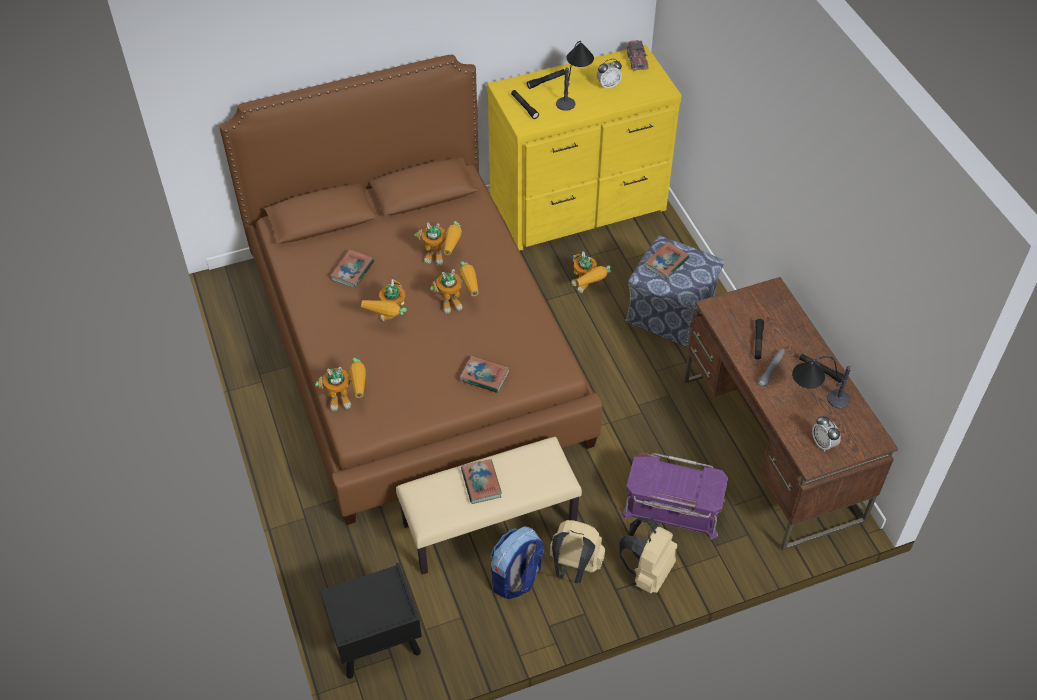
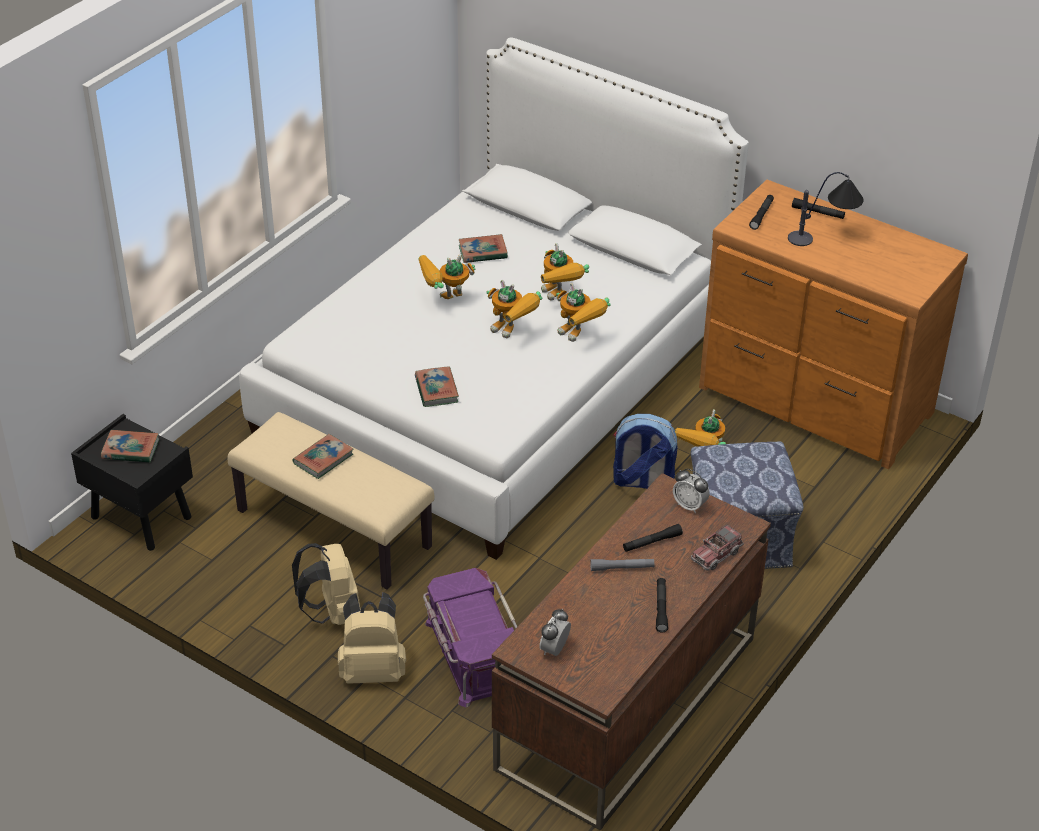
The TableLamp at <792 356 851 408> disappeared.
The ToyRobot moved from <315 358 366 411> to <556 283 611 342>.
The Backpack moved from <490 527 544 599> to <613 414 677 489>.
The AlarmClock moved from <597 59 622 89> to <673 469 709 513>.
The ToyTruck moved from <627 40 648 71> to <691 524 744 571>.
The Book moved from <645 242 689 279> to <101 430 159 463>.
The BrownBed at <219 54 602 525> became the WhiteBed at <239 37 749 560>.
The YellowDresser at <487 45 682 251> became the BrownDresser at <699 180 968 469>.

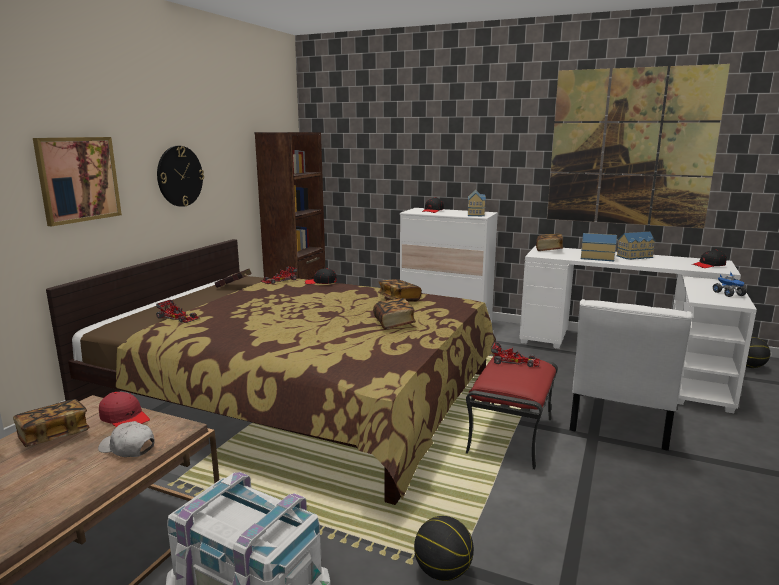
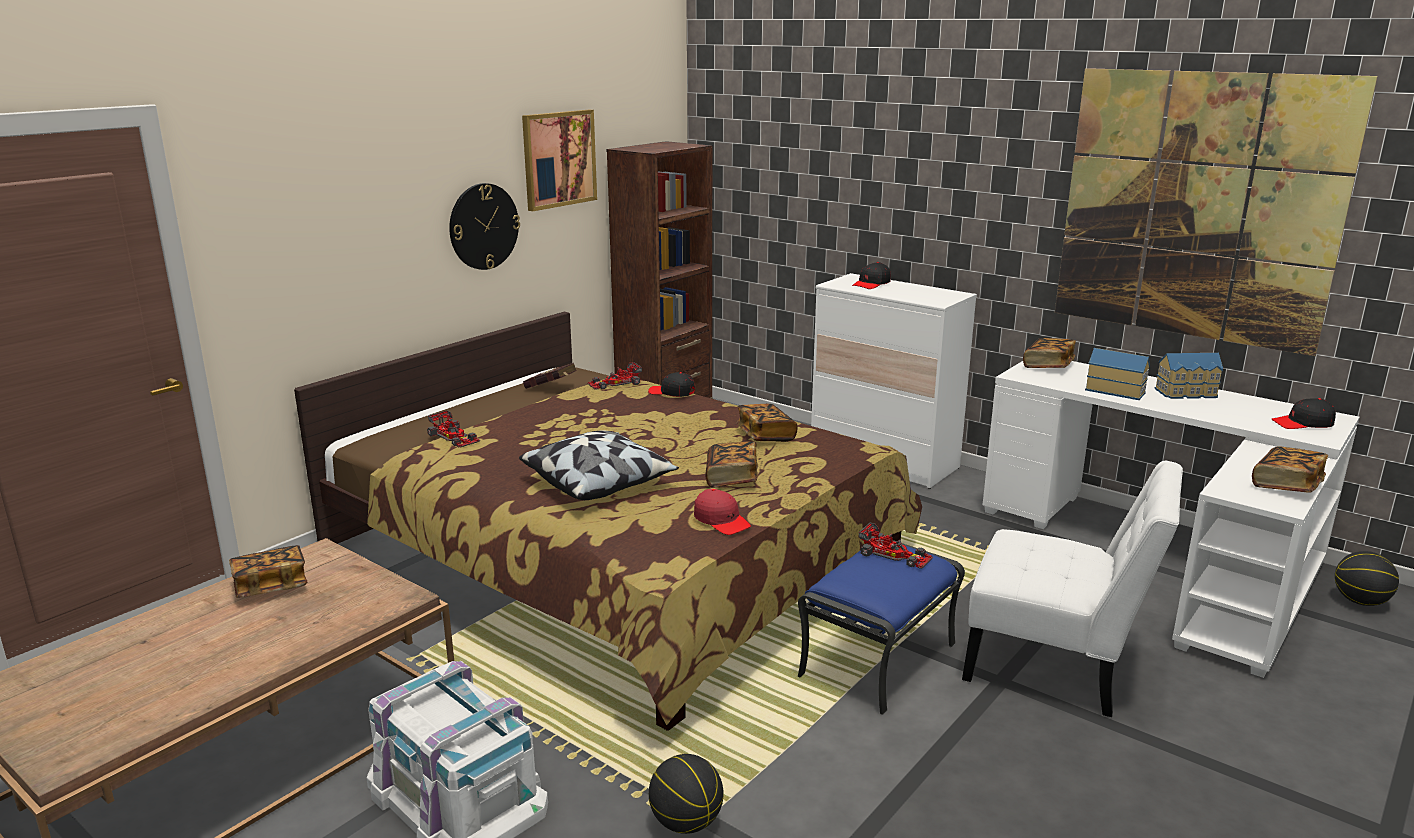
The WhiteCap at <98 421 155 457> disappeared.
The ToyHouse at <468 190 486 216> disappeared.
The Pillow at <519 431 679 500> appeared.
The Picture moved from <33 137 122 226> to <522 110 597 211>.
The RedCap moved from <99 392 150 427> to <694 489 751 535>.
The ToyTruck at <713 272 746 297> was replaced by the Book at <1252 447 1328 493>.
The RedOttoman at <466 355 558 470> became the BlueOttoman at <798 540 965 715>.
The WhiteChair at <570 299 692 451> turned 105 degrees counterclockwise.

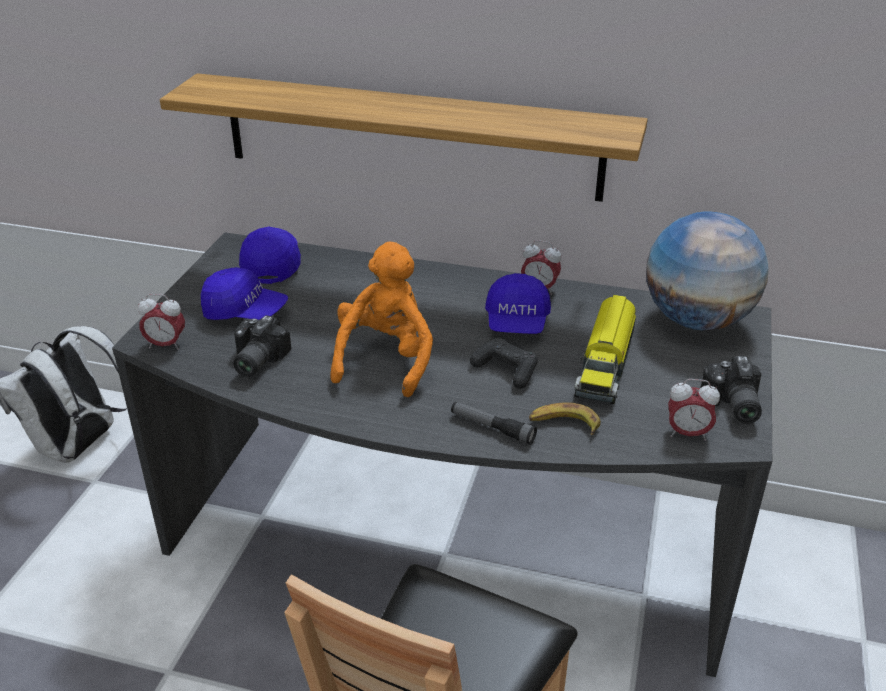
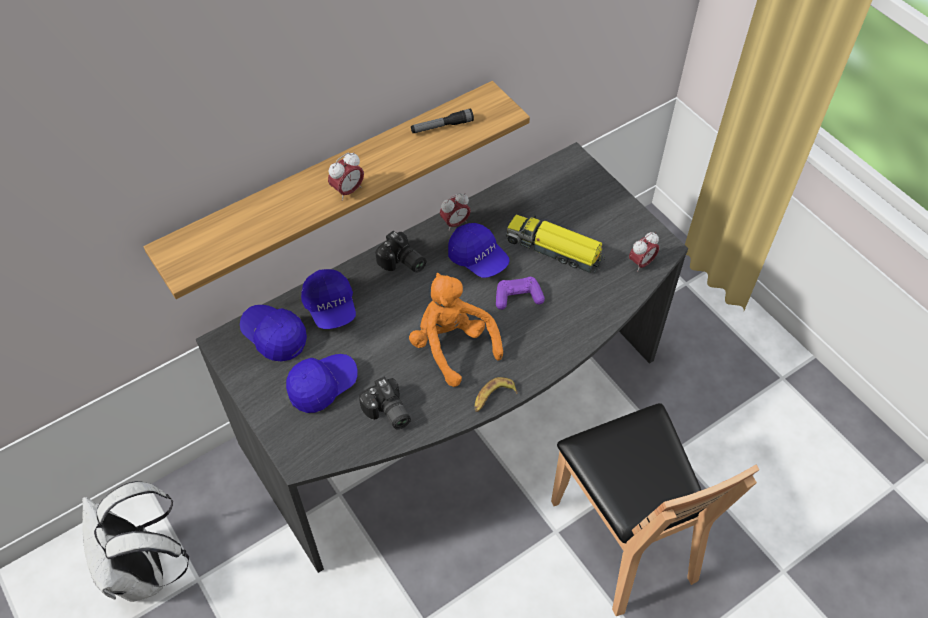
The Globe at <646 211 768 330> disappeared.
The BlueCap at <301 269 356 329> appeared.
The AlarmClock moved from <138 294 185 350> to <328 152 364 201>.
The Flashlight moved from <451 402 537 445> to <411 108 474 133>.
The Banana moved from <529 402 601 435> to <475 377 518 412>.
The PhotoCamera moved from <701 356 762 424> to <375 231 426 273>.
The BlackGameController at <470 338 538 388> became the PurpleGameController at <496 277 545 310>.
The ToyTruck at <574 295 636 404> turned 150 degrees clockwise.

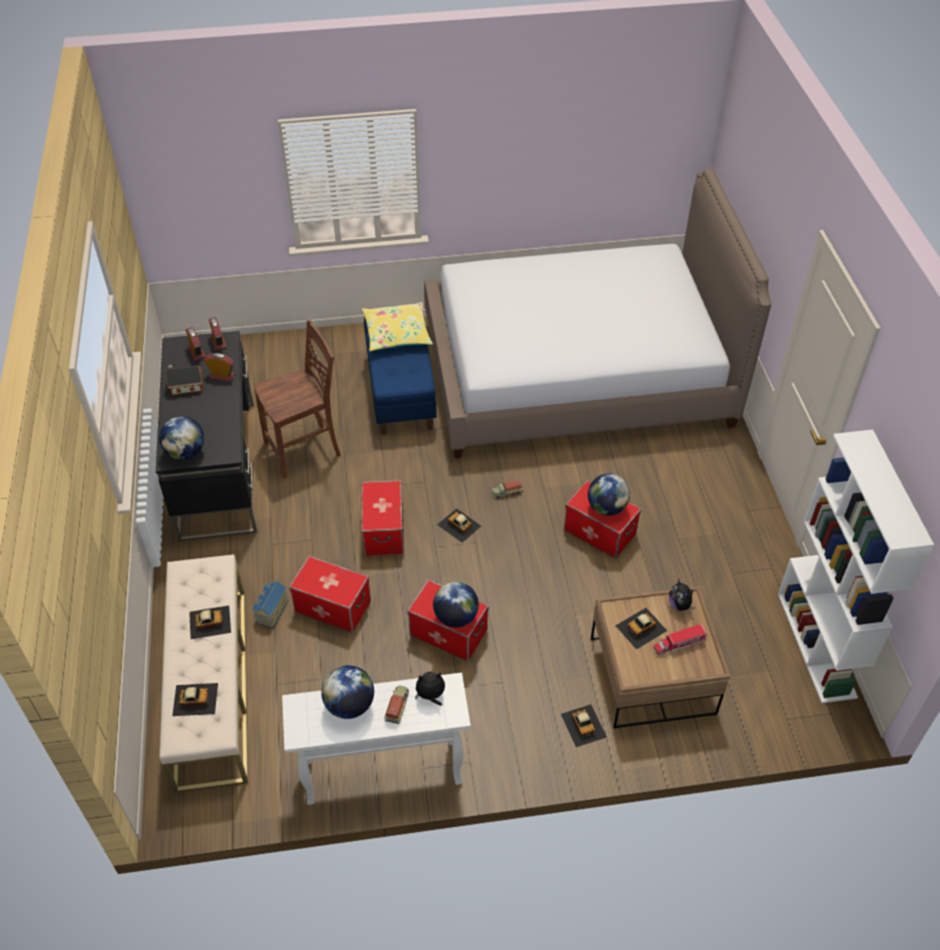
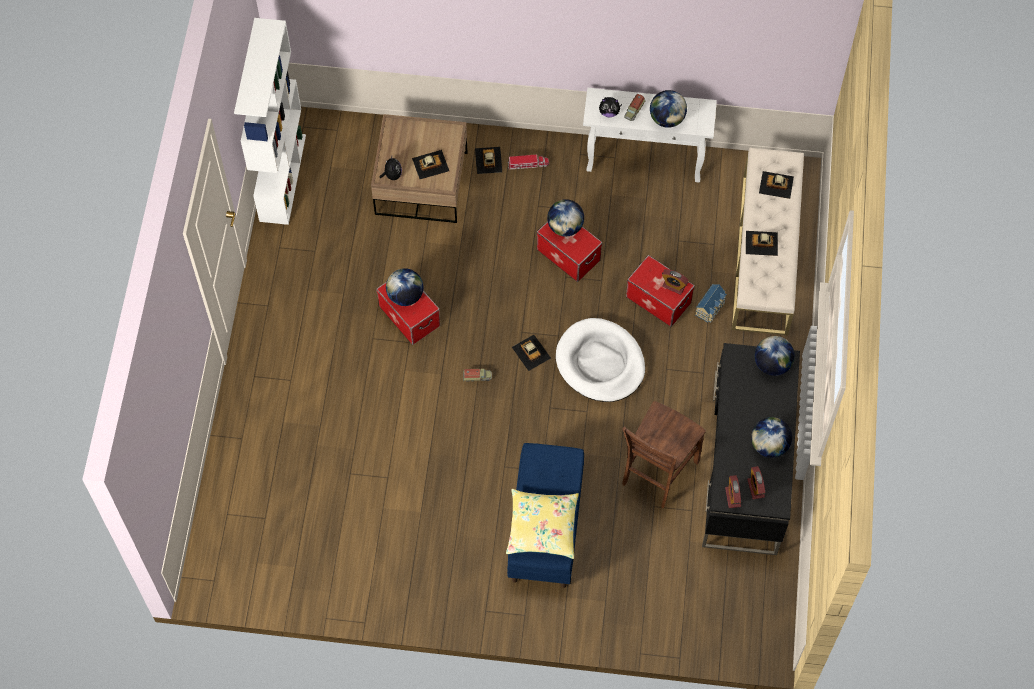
The Bed at <424 168 771 458> disappeared.
The AlarmClock moved from <204 353 235 382> to <662 269 689 295>.
The ToyTruck moved from <653 624 707 655> to <507 154 549 169>.
The ToyHouse at <165 365 203 395> was replaced by the Globe at <751 417 792 458>.
The StorageBox at <361 480 404 556> was replaced by the WhiteDogBed at <556 318 645 402>.
The BrownChair at <254 320 341 478> turned 45 degrees counterclockwise.

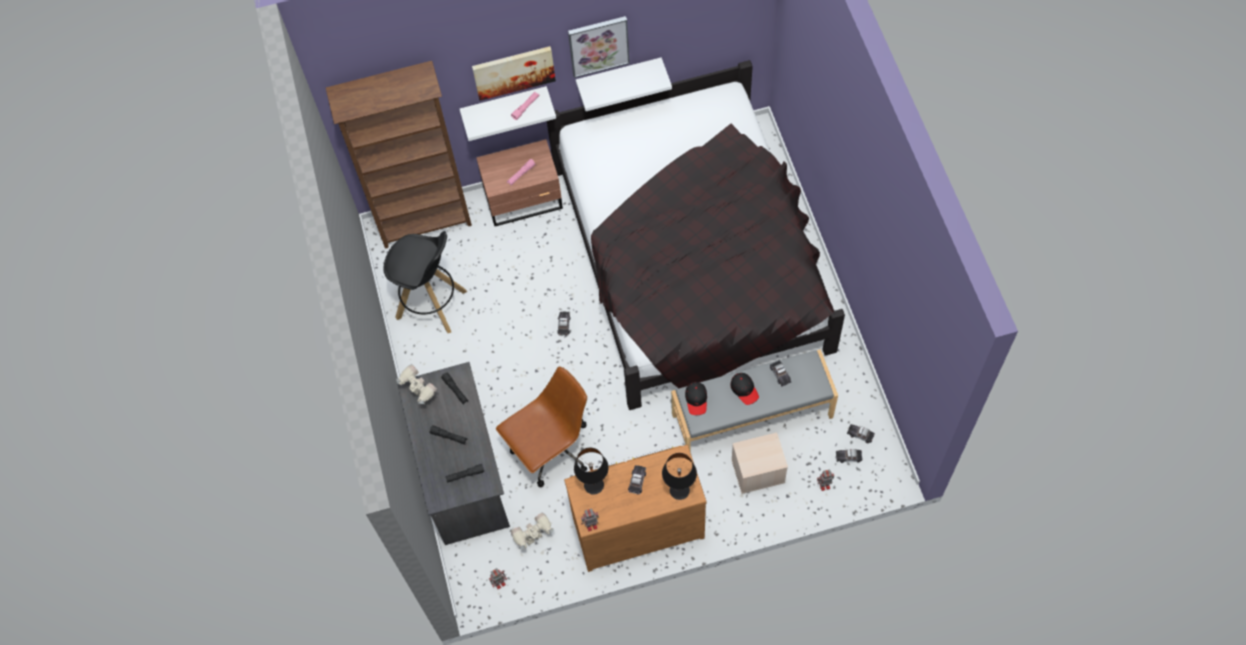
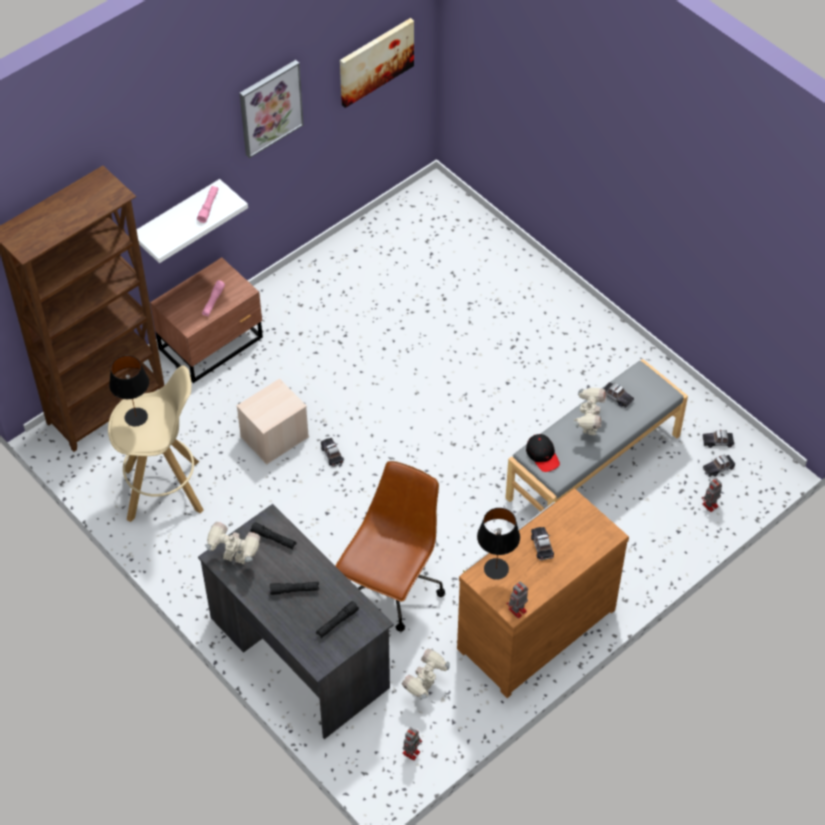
The BlackBed at <547 60 845 410> disappeared.
The WhiteShelf at <576 57 672 111> disappeared.
The Picture moved from <472 46 556 101> to <340 18 414 108>.
The BlackTableLamp moved from <662 453 697 500> to <109 355 149 426>.
The BeigeStorageBox moved from <731 432 788 494> to <236 378 309 464>.
The BlackCap at <731 373 759 405> was replaced by the ToyRobot at <573 388 606 435>.
The BlackStool at <383 231 467 333> became the BeigeStool at <108 365 204 522>.

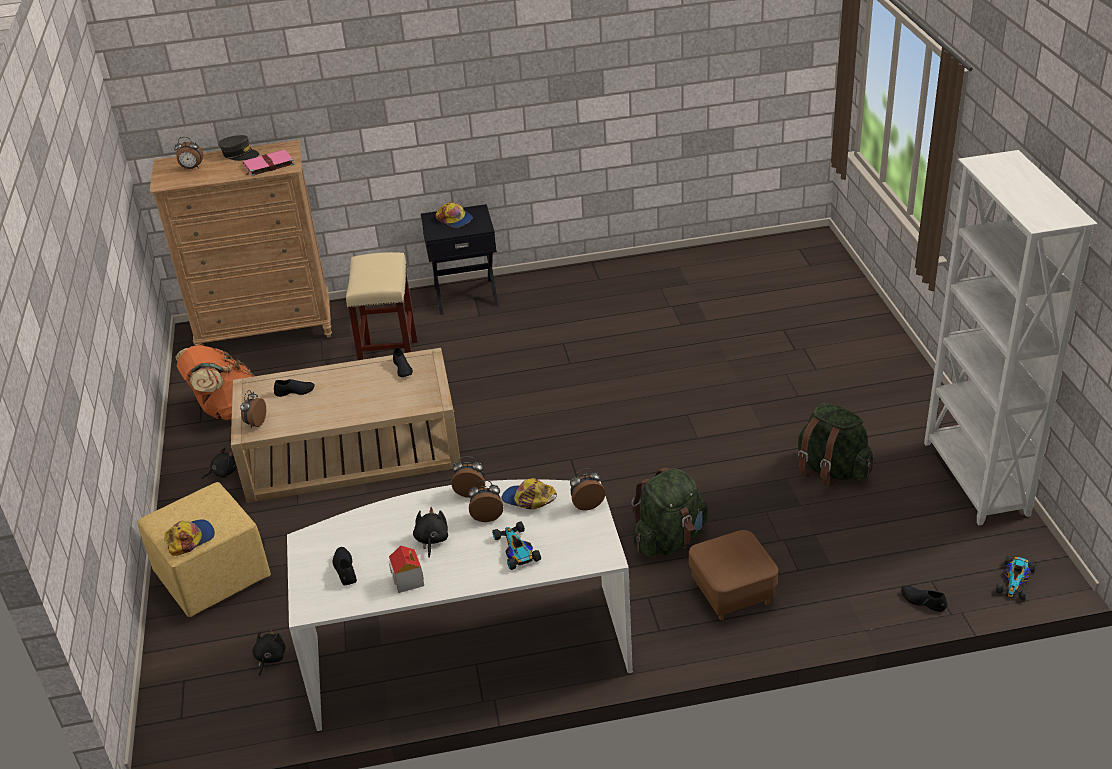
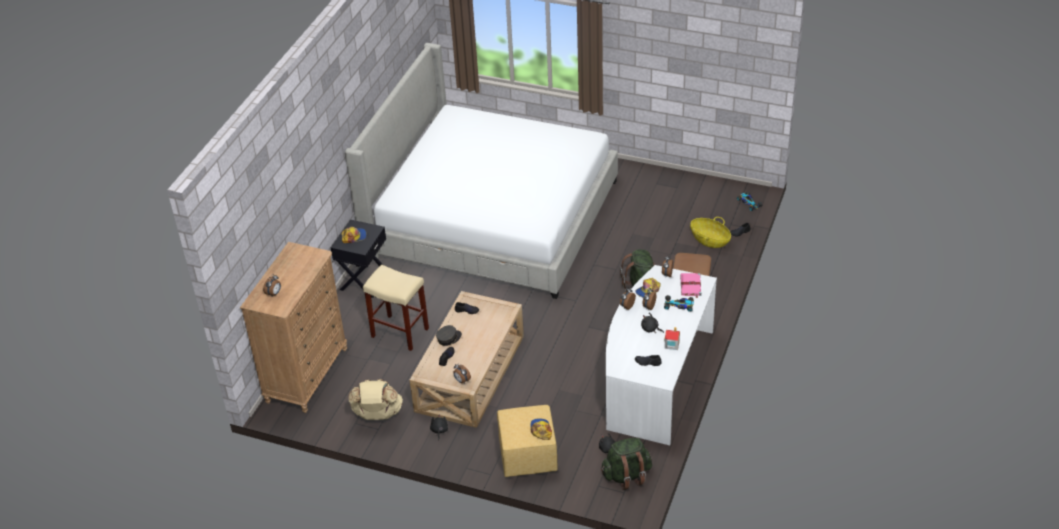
The WhiteBookcase at <924 150 1097 525> disappeared.
The Bed at <345 43 618 299> appeared.
The Basket at <690 217 731 248> appeared.
The GreyCap moved from <219 135 260 161> to <436 325 462 346>.
The PinkBook moved from <243 150 295 176> to <680 273 702 298>.
The GreenBackpack moved from <798 403 873 487> to <601 438 652 490>.
The OrangeBackpack at <175 345 255 420> became the BeigeBackpack at <348 379 403 420>.

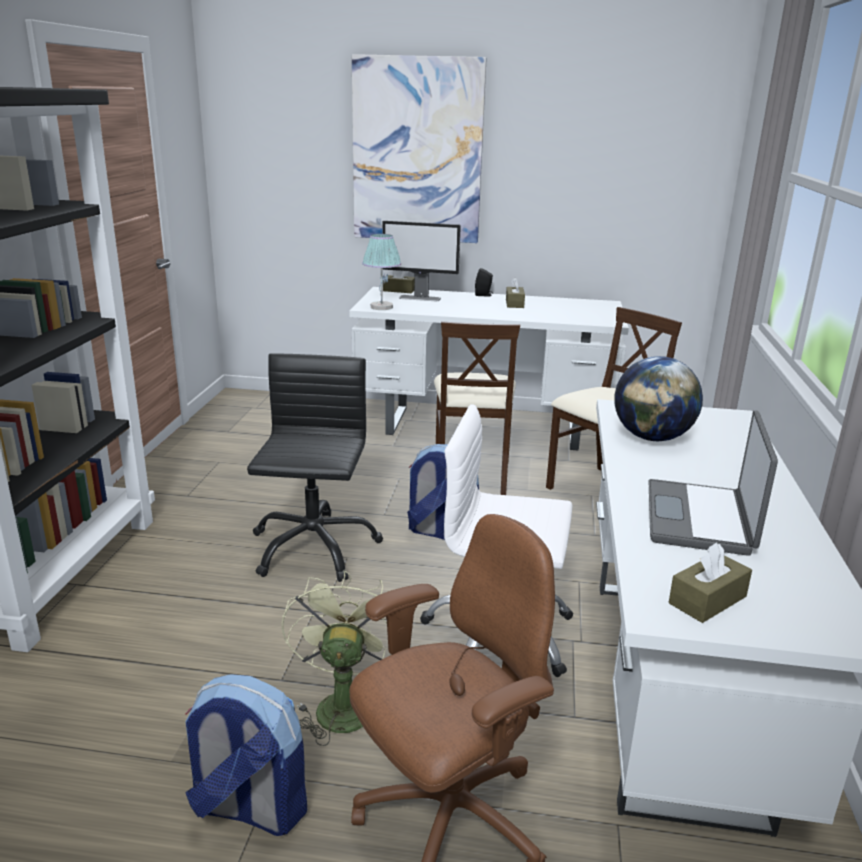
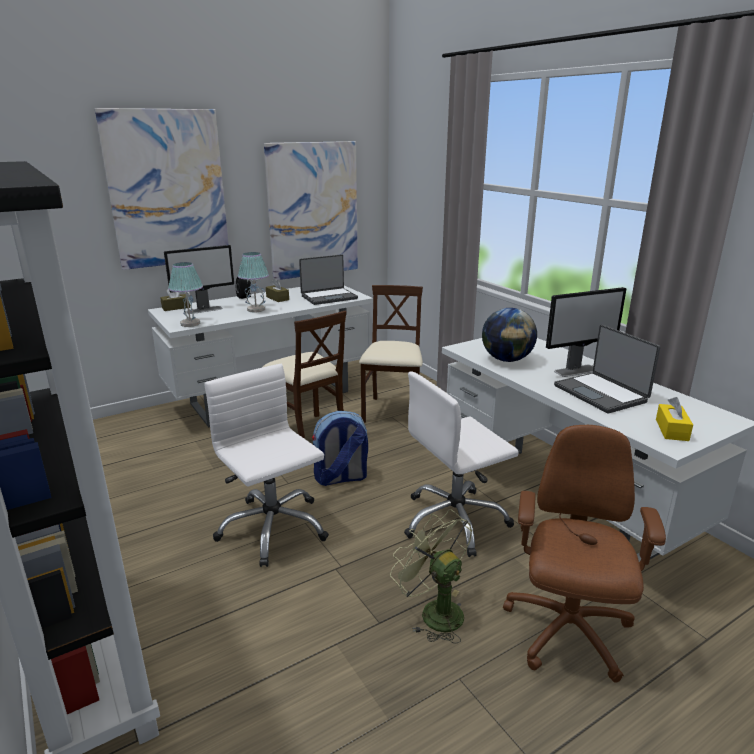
The Backpack at <185 674 307 836> disappeared.
The TableLamp at <238 252 269 313> appeared.
The Picture at <264 141 358 280> appeared.
The Laptop at <299 254 358 305> appeared.
The Monitor at <546 287 626 377> appeared.
The BlackOfficeChair at <247 353 383 582> became the WhiteOfficeChair at <204 364 329 567>.
The BrownTissueBox at <669 542 752 623> became the YellowTissueBox at <656 397 693 441>.

